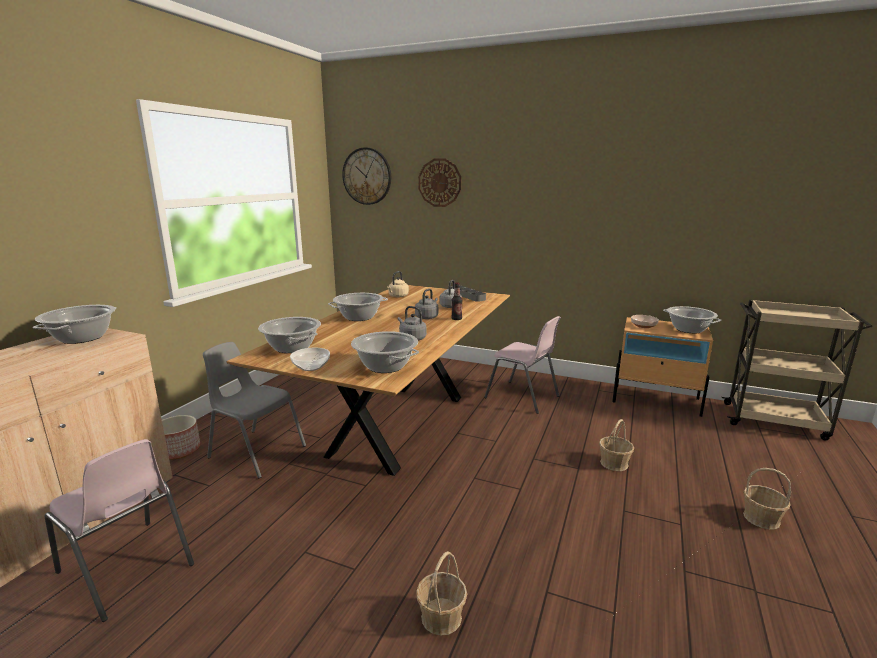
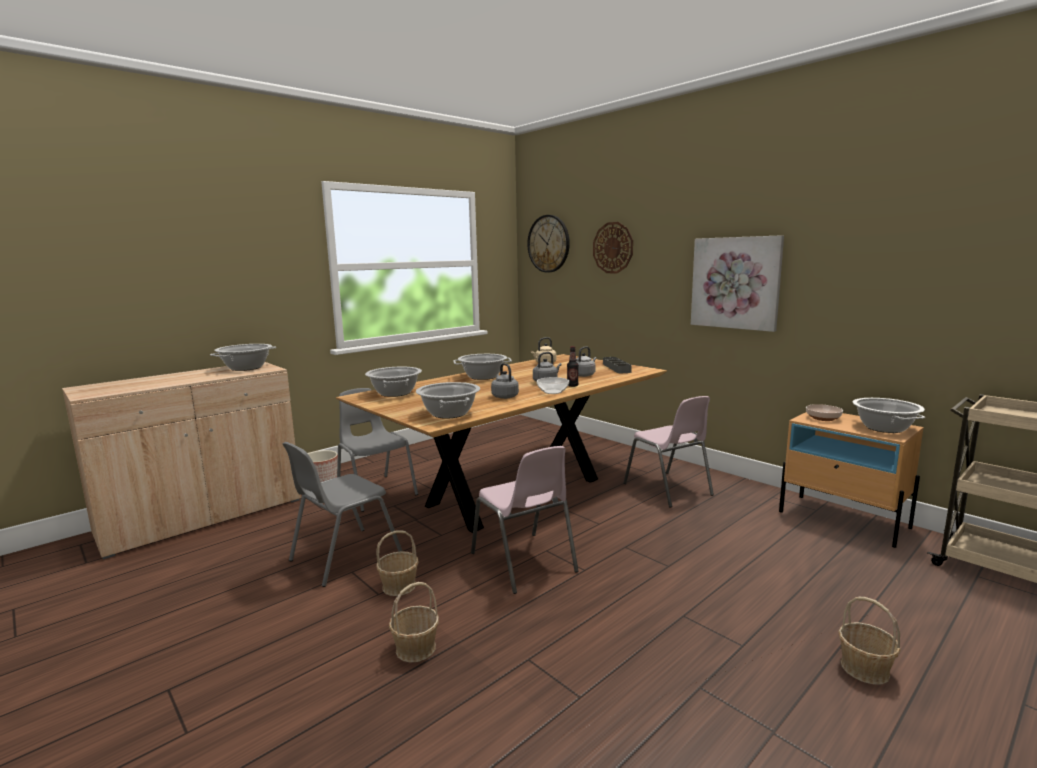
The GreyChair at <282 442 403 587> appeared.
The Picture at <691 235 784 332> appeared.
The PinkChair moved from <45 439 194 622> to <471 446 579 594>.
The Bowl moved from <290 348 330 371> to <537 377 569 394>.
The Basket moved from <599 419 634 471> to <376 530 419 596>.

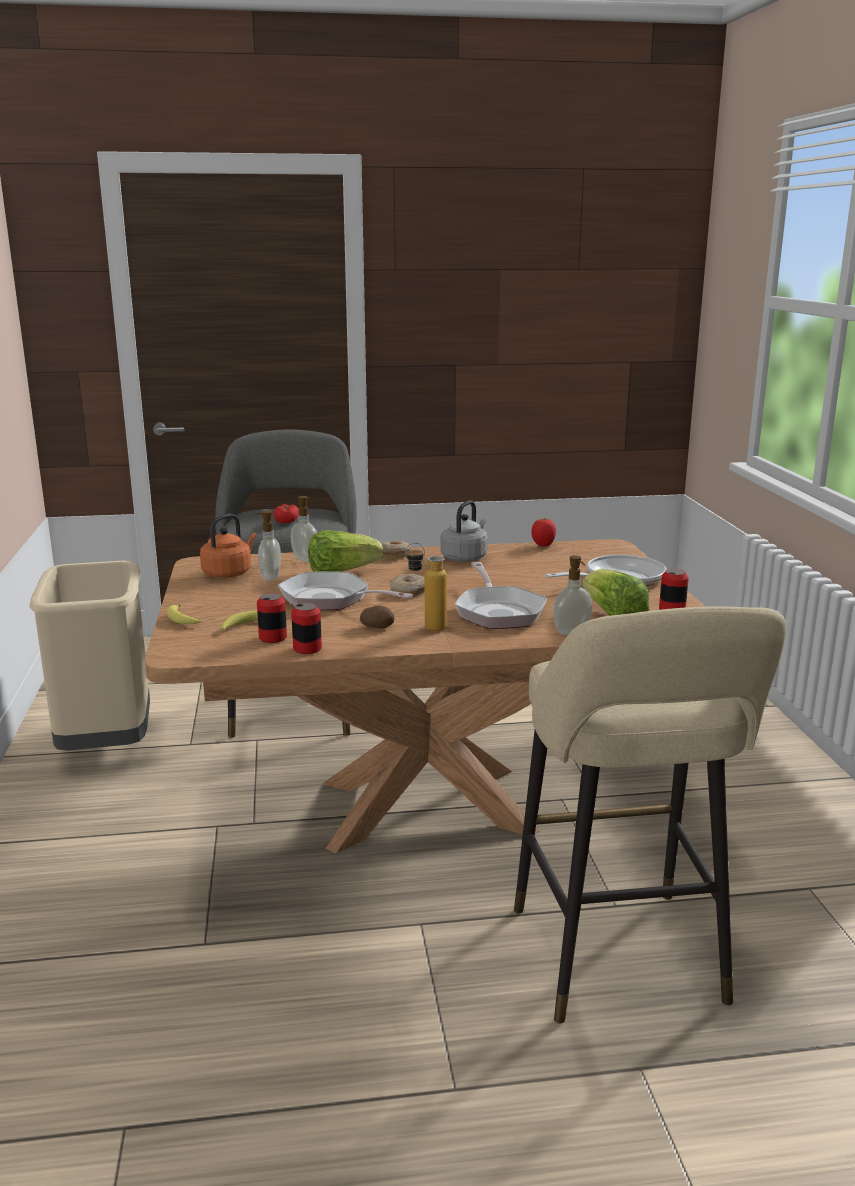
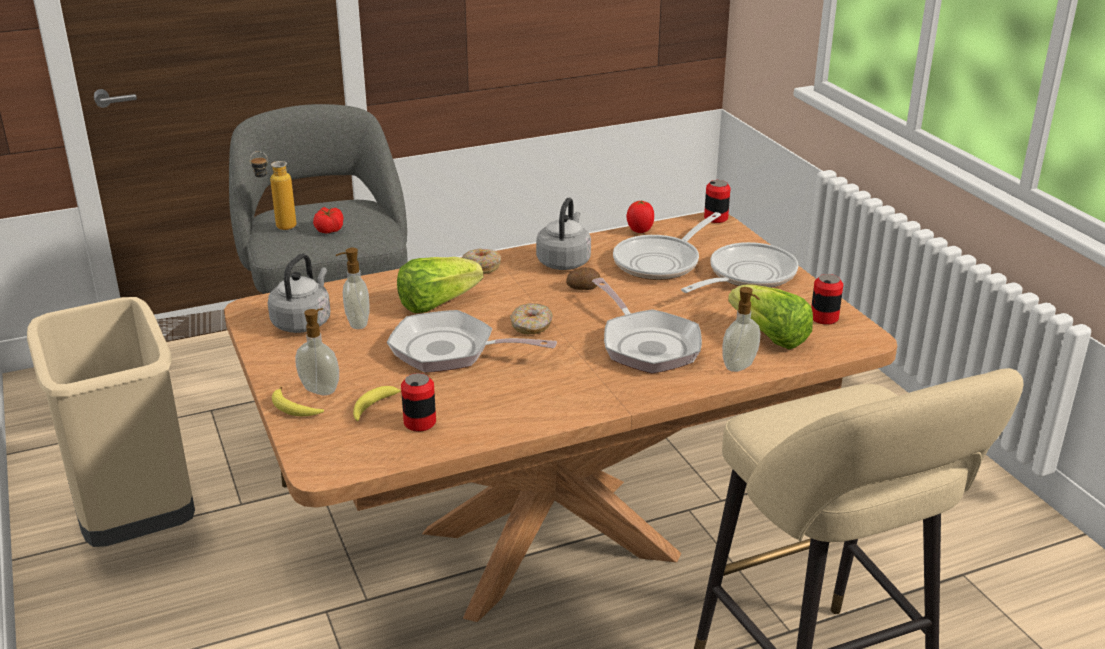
The FryingPan at <613 212 721 280> appeared.
The SoapDispenser moved from <291 496 317 562> to <295 308 339 396>.
The Can moved from <291 603 322 654> to <704 180 731 223>.
The Potato moved from <360 605 395 628> to <566 267 601 290>.
The Bottle moved from <405 543 447 631> to <249 151 297 230>.
The OrangeKettle at <200 514 257 578> became the GreyKettle at <268 253 330 333>.

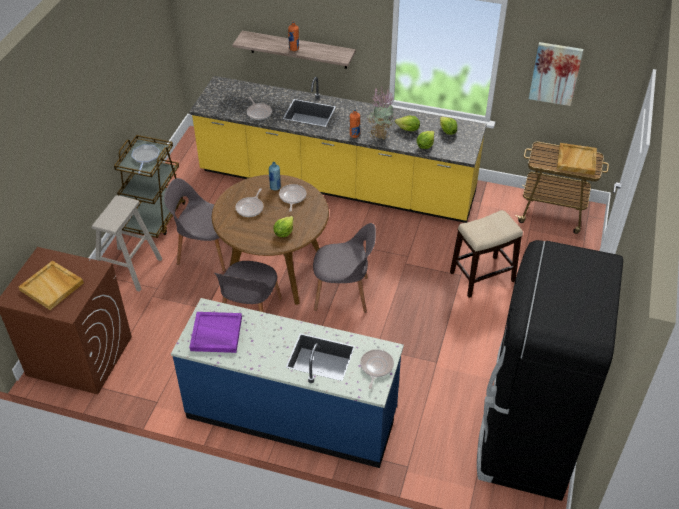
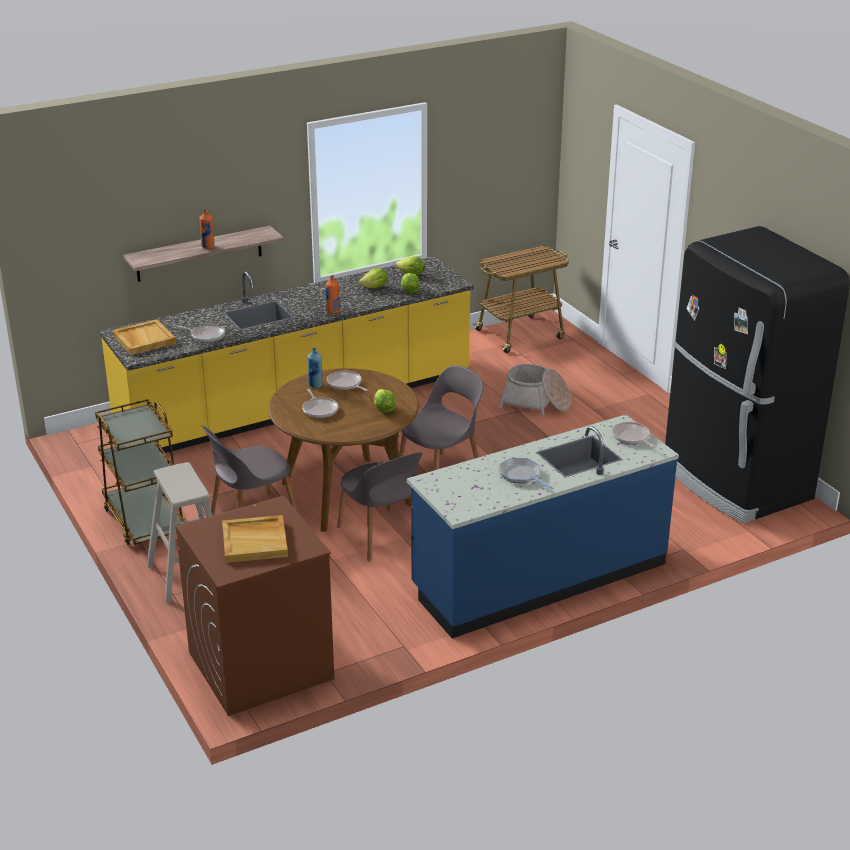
The PurpleTray at <190 312 242 353> disappeared.
The PottedPlant at <366 87 395 139> disappeared.
The Picture at <529 42 583 106> disappeared.
The FryingPan moved from <131 145 160 174> to <499 458 554 490>.
The BeigeTray moved from <557 143 597 175> to <113 319 176 355>.
The Stool at <450 210 523 298> was replaced by the Basket at <498 364 571 416>.

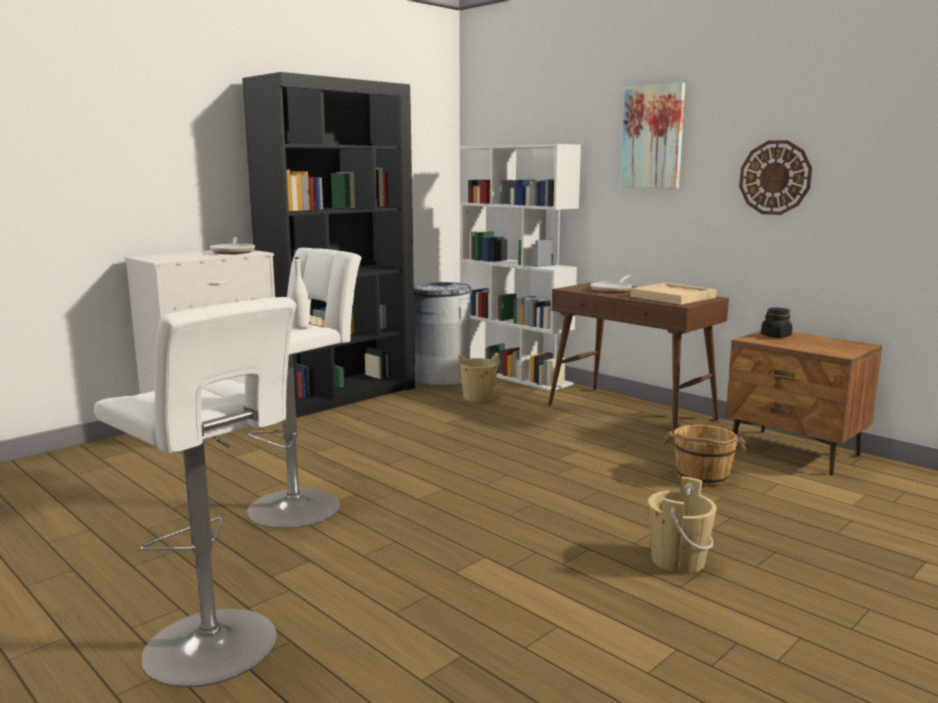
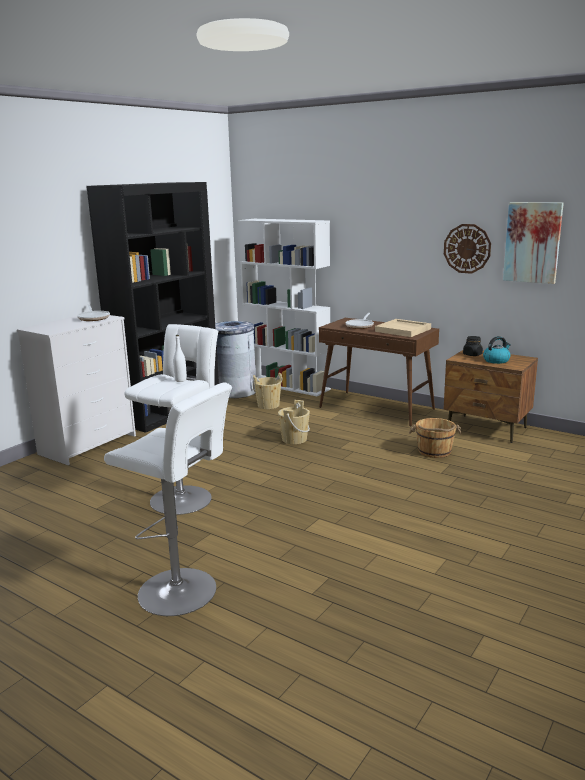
The Kettle at <483 336 511 364> appeared.
The Picture moved from <620 83 685 189> to <503 202 564 284>.
The BeigeBucket moved from <648 476 717 573> to <278 400 310 444>.

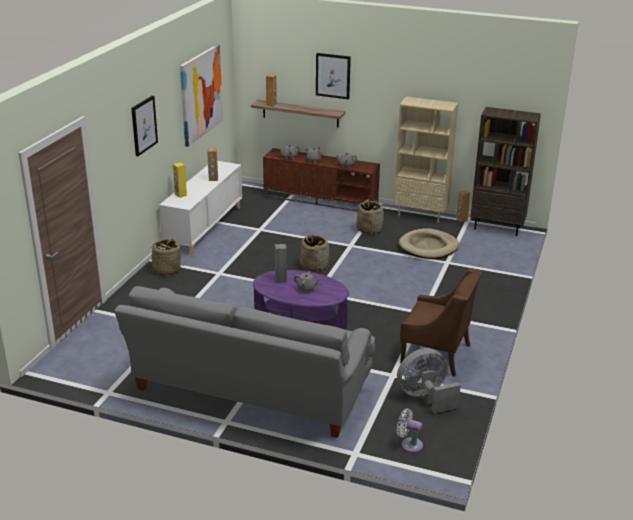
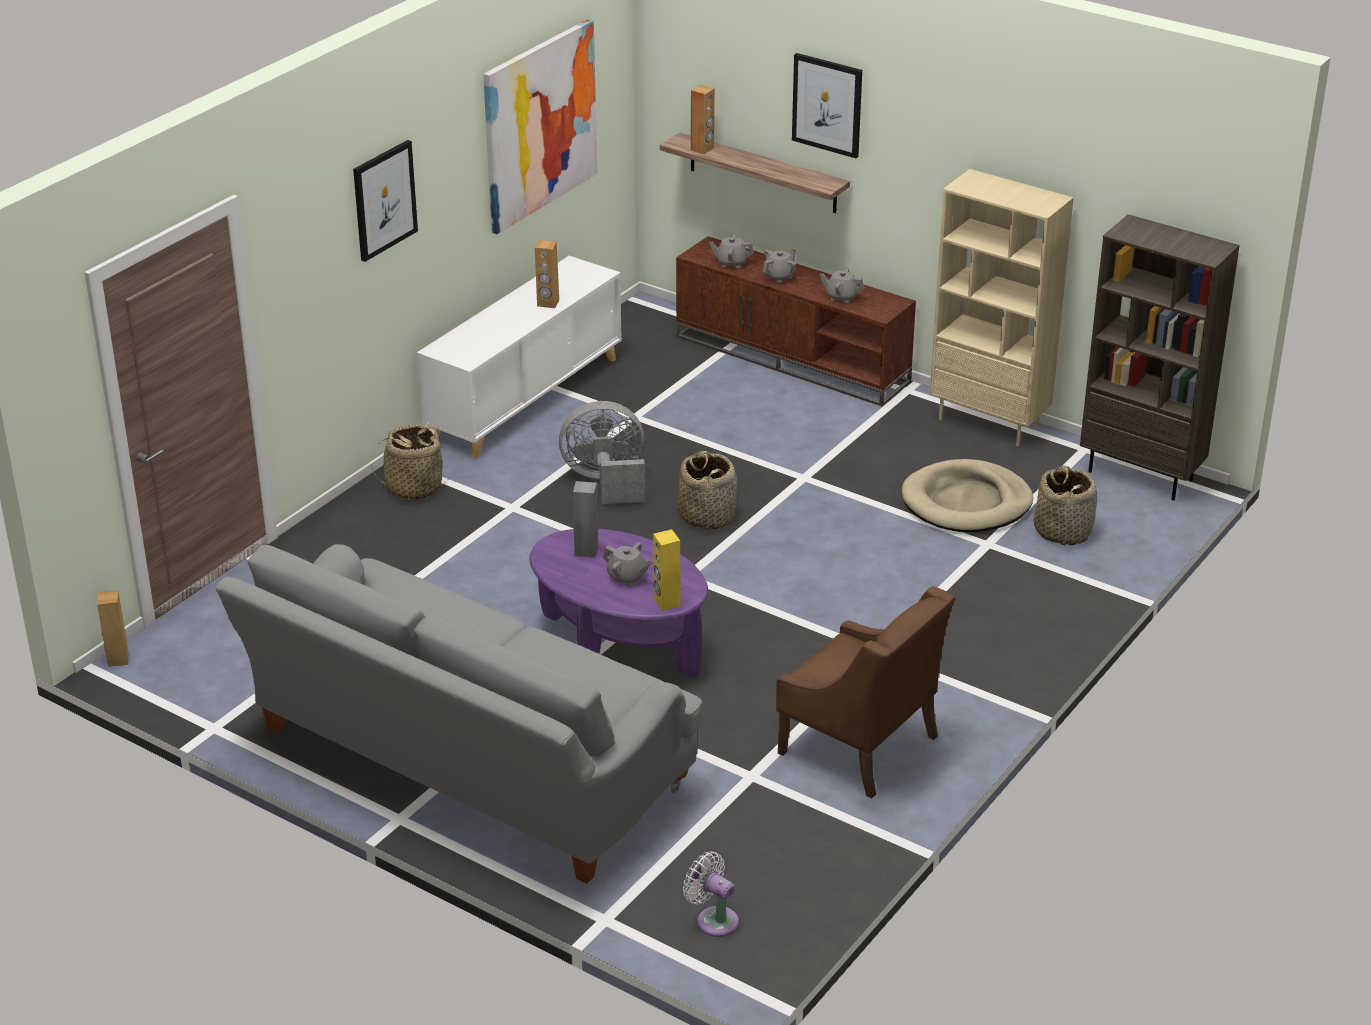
The YellowSpeaker moved from <173 162 187 198> to <653 529 681 611>.
The Basket moved from <356 200 384 235> to <1034 466 1097 545>.
The GreyFan moved from <397 348 461 413> to <559 401 645 504>.
The BrownSpeaker moved from <456 190 470 222> to <97 590 129 667>.

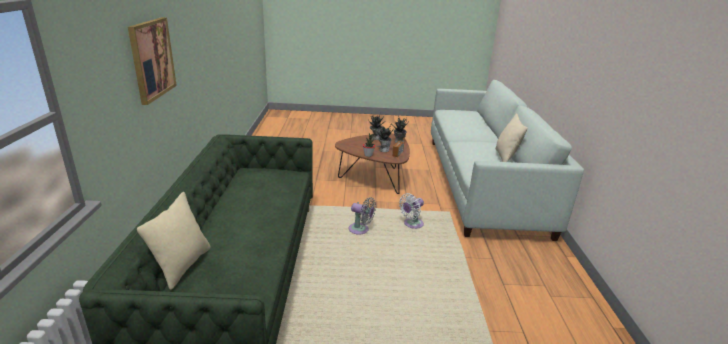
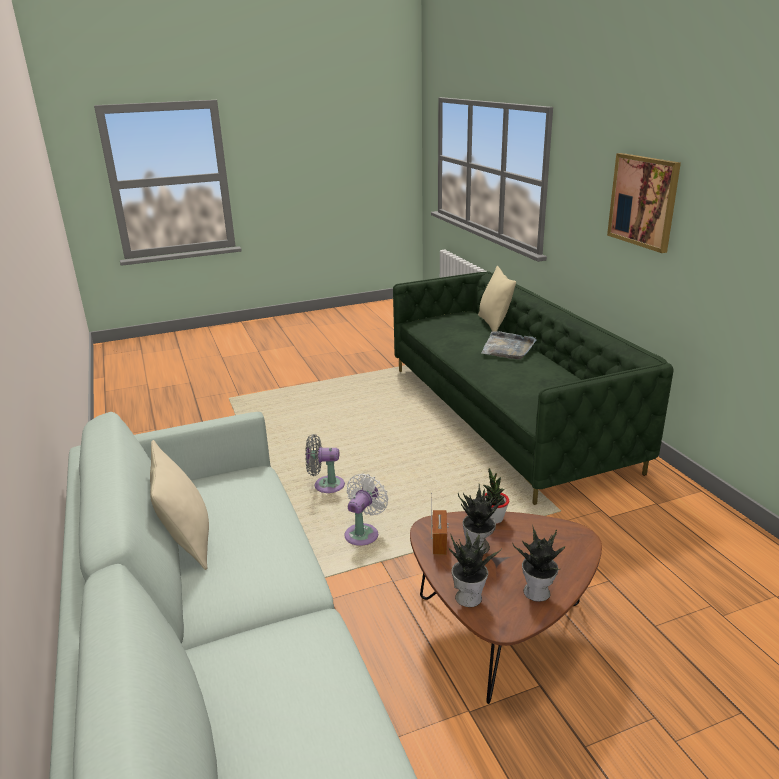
The GreyTray at <481 331 537 359> appeared.
The GreyFan moved from <348 197 376 235> to <305 434 345 493>.

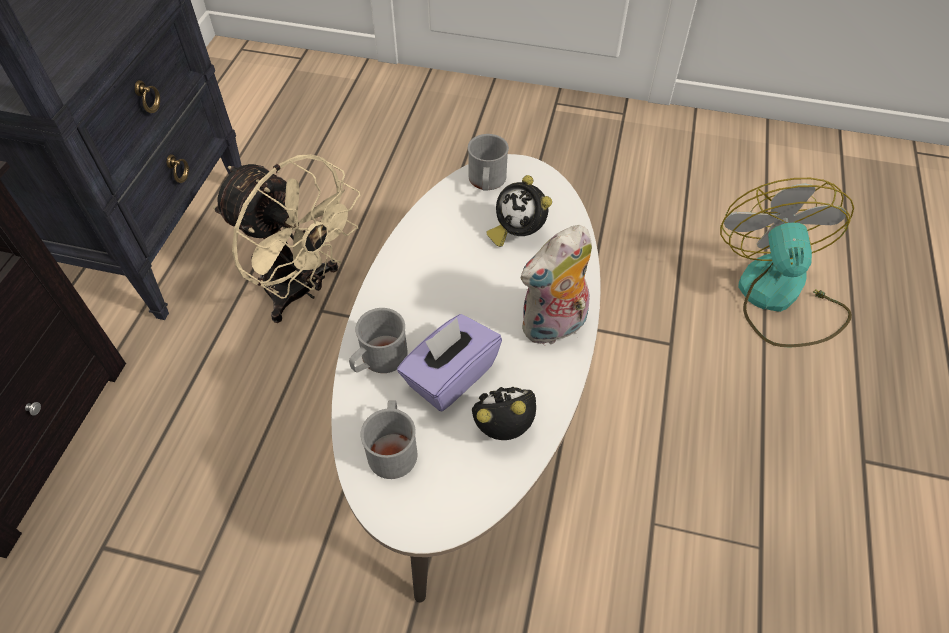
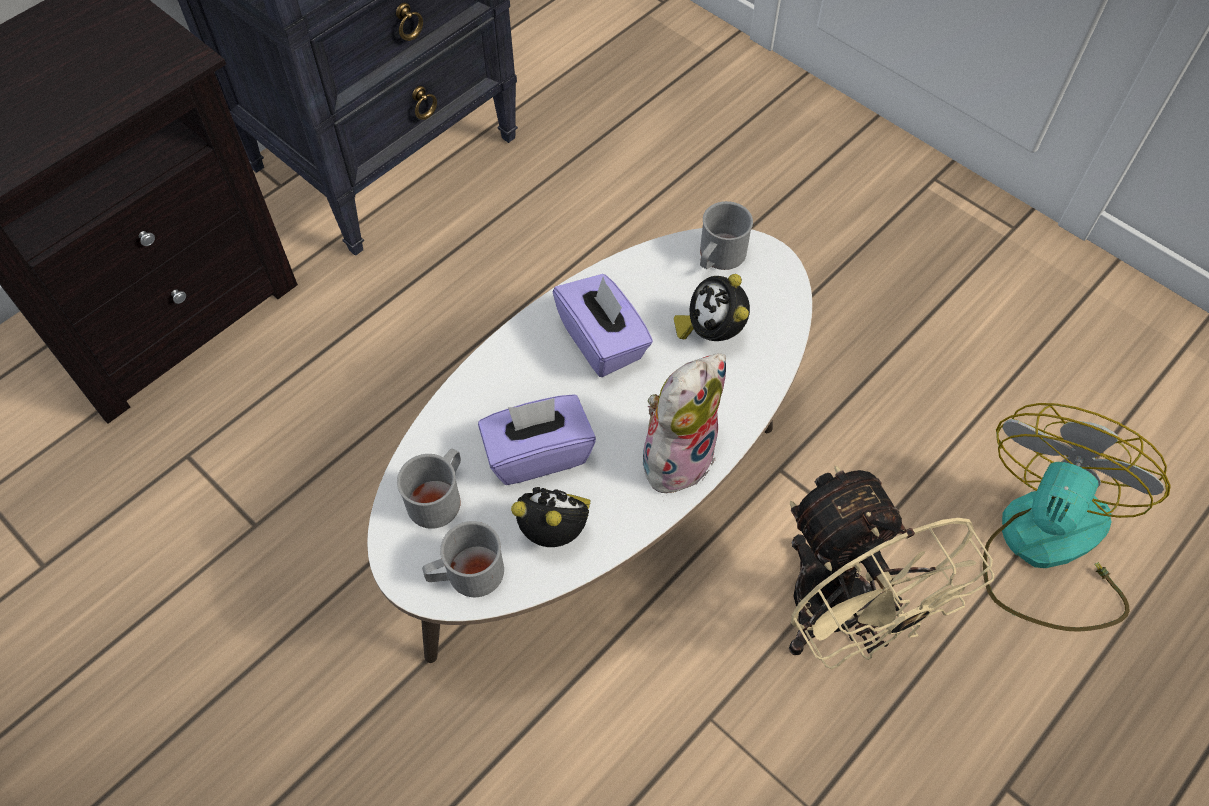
The PurpleTissueBox at <553 274 653 377> appeared.
The BeigeFan moved from <213 154 360 323> to <789 466 995 669>.
The GreyMug moved from <349 308 408 373> to <422 521 504 597>.
The PlushToy at <521 225 592 344> turned 135 degrees clockwise.

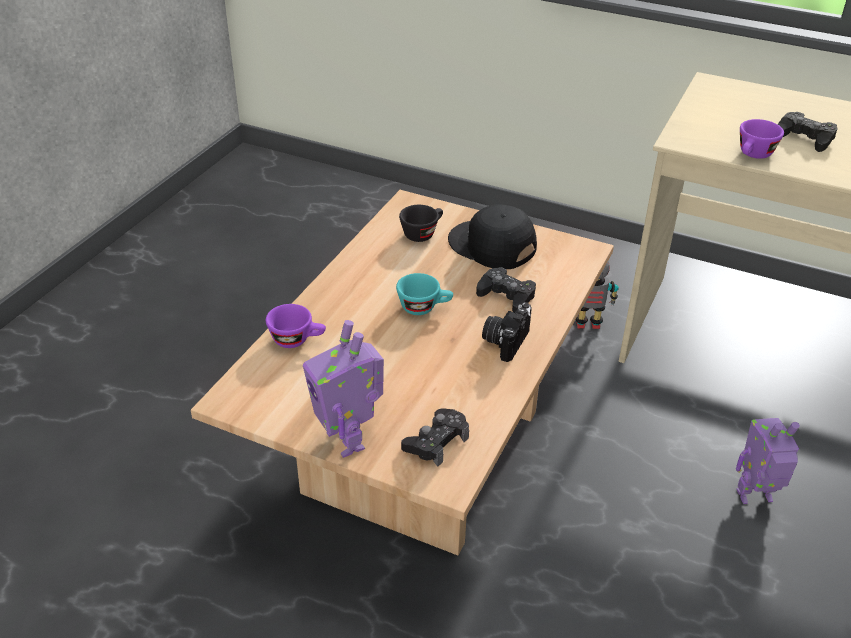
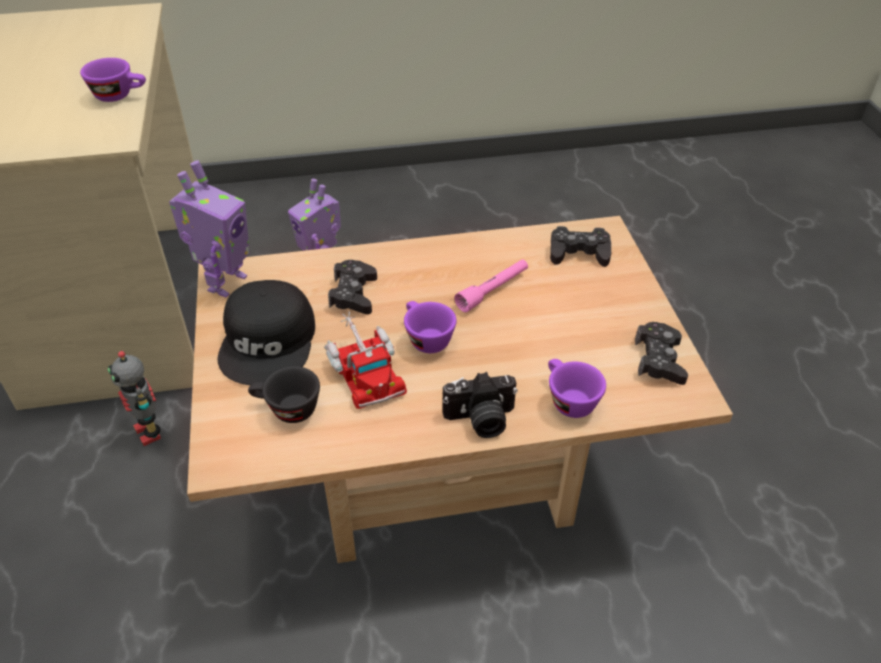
The ToyTruck at <324 312 407 409> appeared.
The PinkFlashlight at <454 259 528 312> appeared.
The ToyRobot moved from <303 320 384 458> to <169 161 250 298>.
The PhotoCamera moved from <482 302 532 362> to <442 372 518 438>.
The BlackGameController moved from <778 112 837 152> to <635 322 688 385>.
The TurquoiseCup at <396 273 453 315> became the PurpleCup at <404 301 456 353>.

